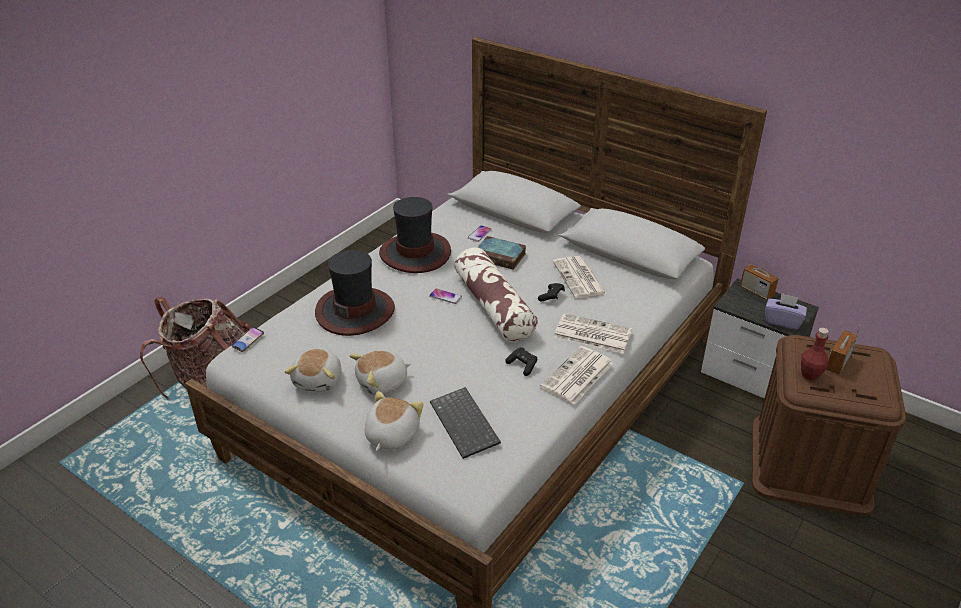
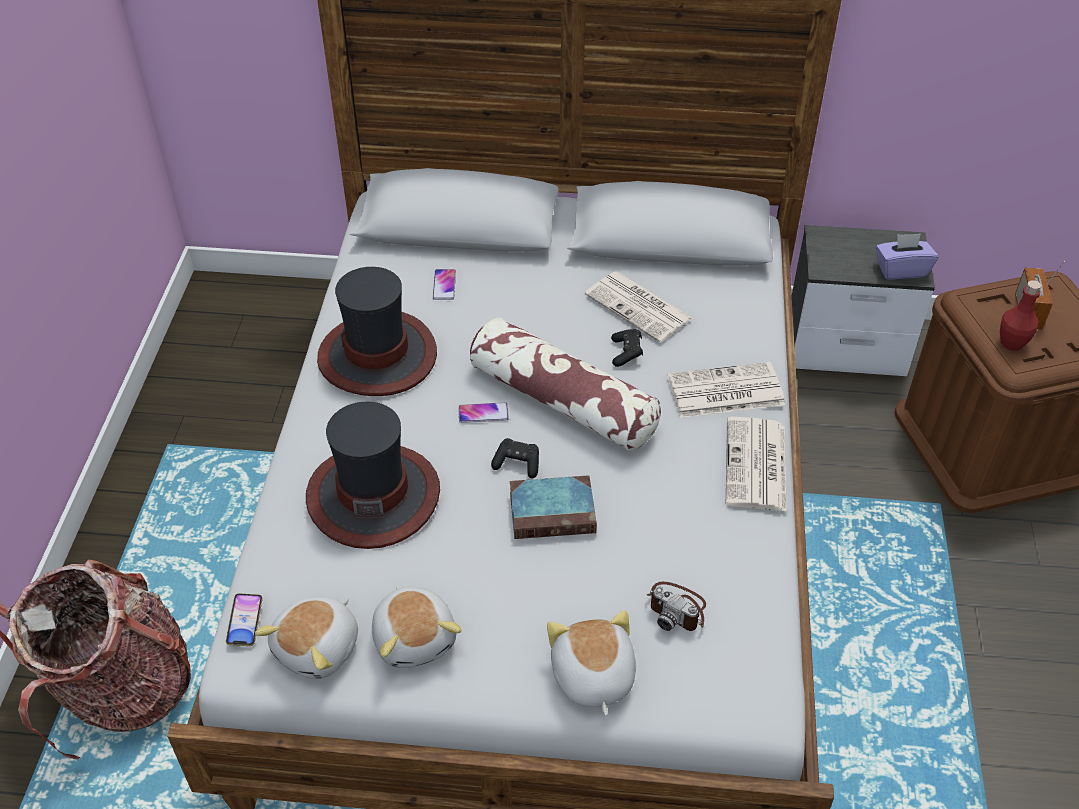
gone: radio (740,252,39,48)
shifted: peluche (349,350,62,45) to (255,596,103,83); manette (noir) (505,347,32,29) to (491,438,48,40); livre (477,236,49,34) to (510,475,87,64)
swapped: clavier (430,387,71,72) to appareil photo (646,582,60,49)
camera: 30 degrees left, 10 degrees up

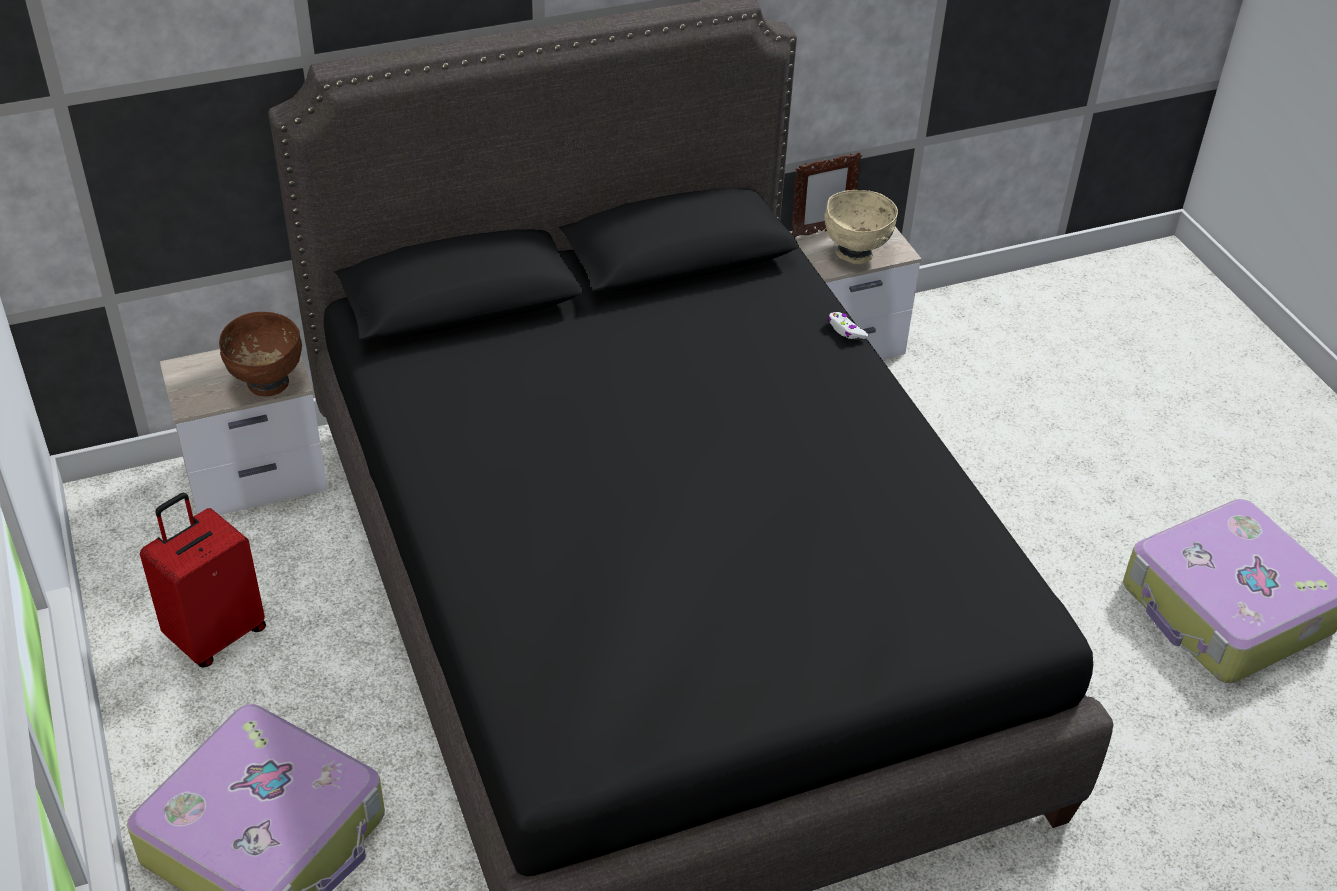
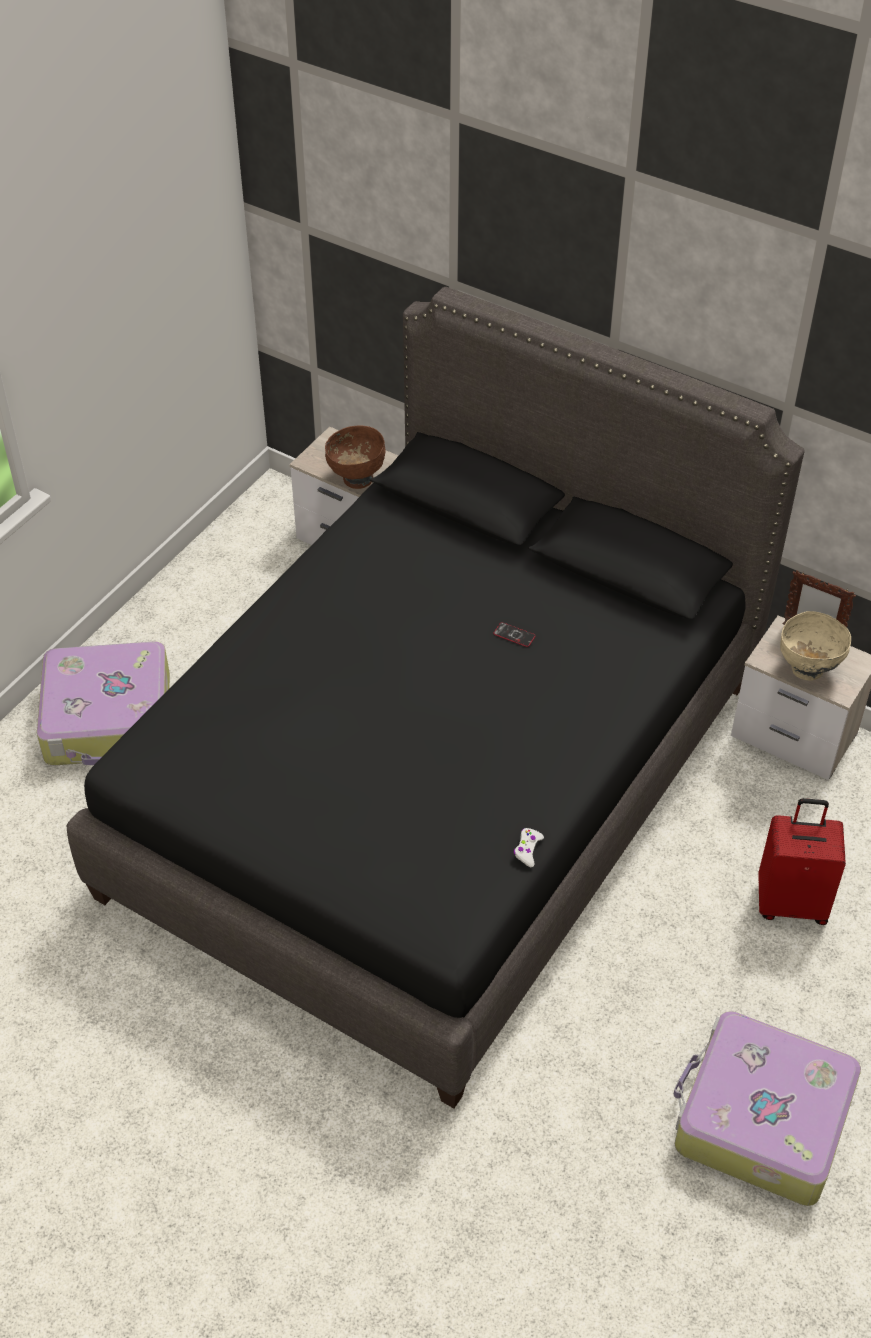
new: téléphone (493,622,43,25)
shifted: manette (blanc) (828,312,41,27) to (514,828,30,39); valise (rouge) (140,493,126,175) to (758,798,88,127)
camera: 55 degrees right, 5 degrees up

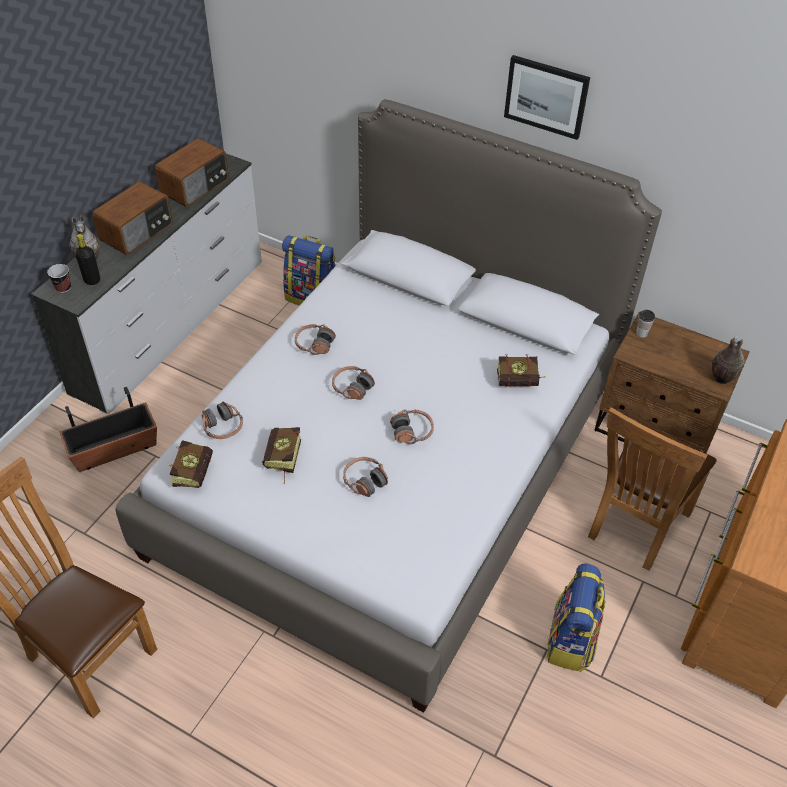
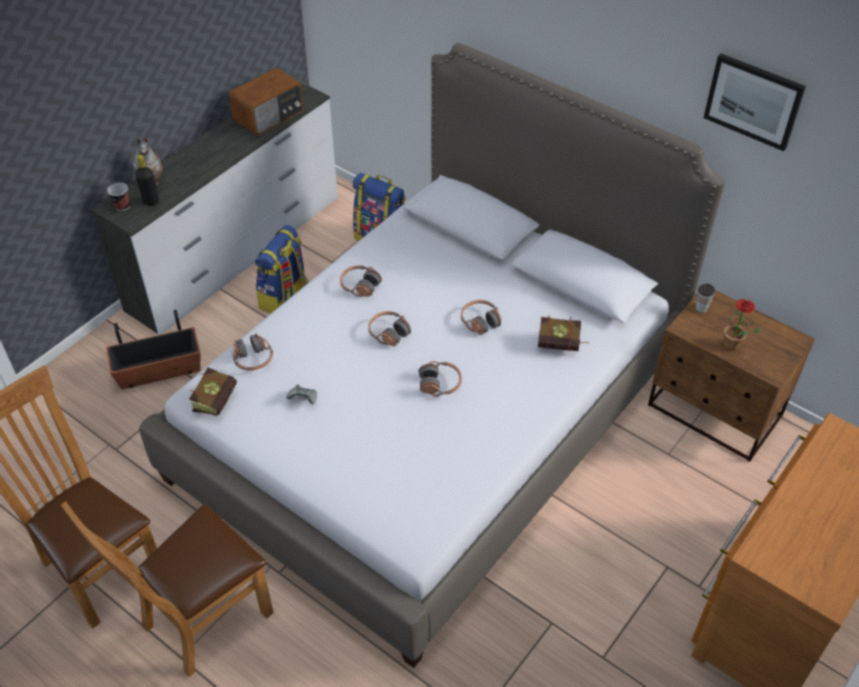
gone: radio (92,181,80,74); vase (712,335,33,49)
new: plante en pot (724,299,37,52)
shifted: chaise (marron) (588,407,128,164) to (61,501,213,176); sac à dos (548,563,58,109) to (255,225,54,89); casque audio (343,457,45,40) to (461,300,40,35); tableau (504,55,86,85) to (703,54,103,97)
swapped: livre (262,427,39,57) to manette (gris) (286,385,31,19)
camera: 10 degrees right, 0 degrees up

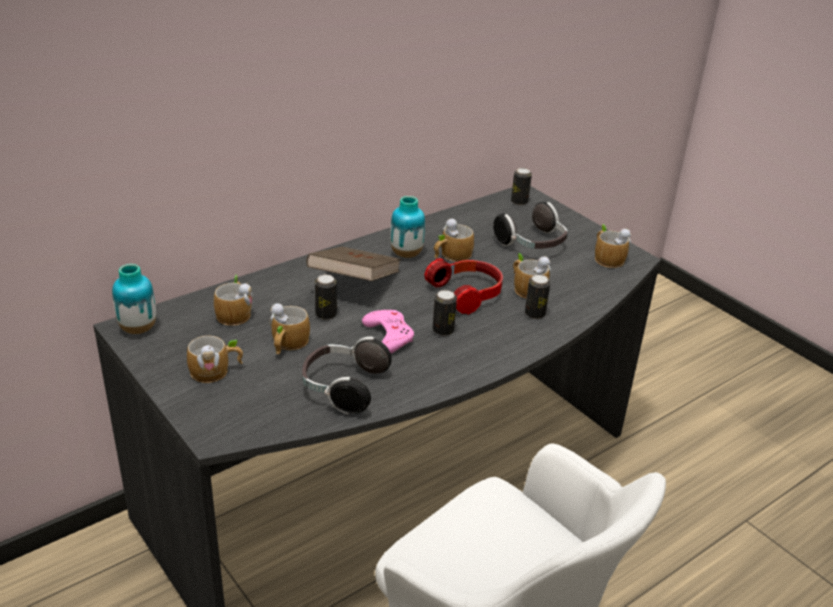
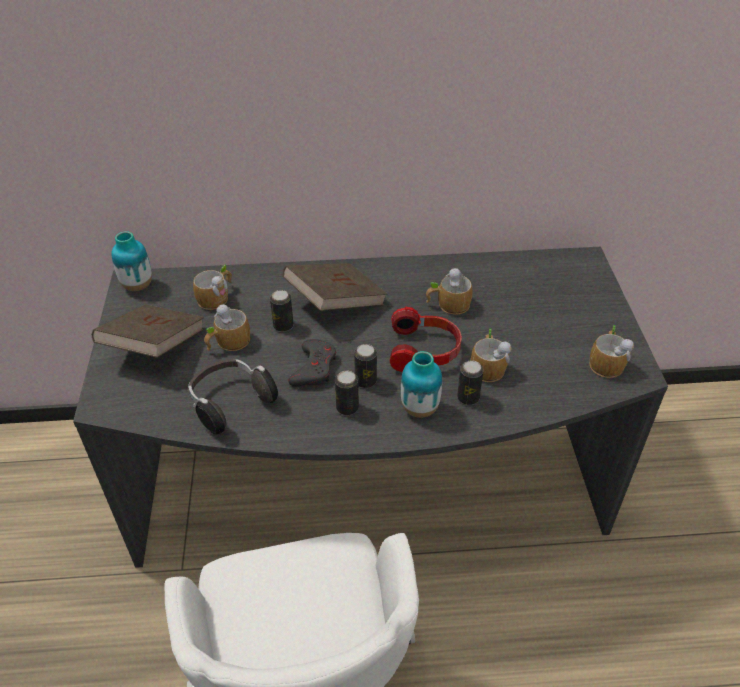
gone: casque audio (493,202,75,47)
shifted: boîte métallique (511,168,21,37) to (335,371,24,44); vase (390,196,35,62) to (401,351,41,67)
swapped: mug (187,336,56,47) to livre (marron) (92,304,112,54)
repainted: manette (rose) (362,310,52,44) to manette (gris) (288,339,48,48)
camera: 35 degrees right, 10 degrees up

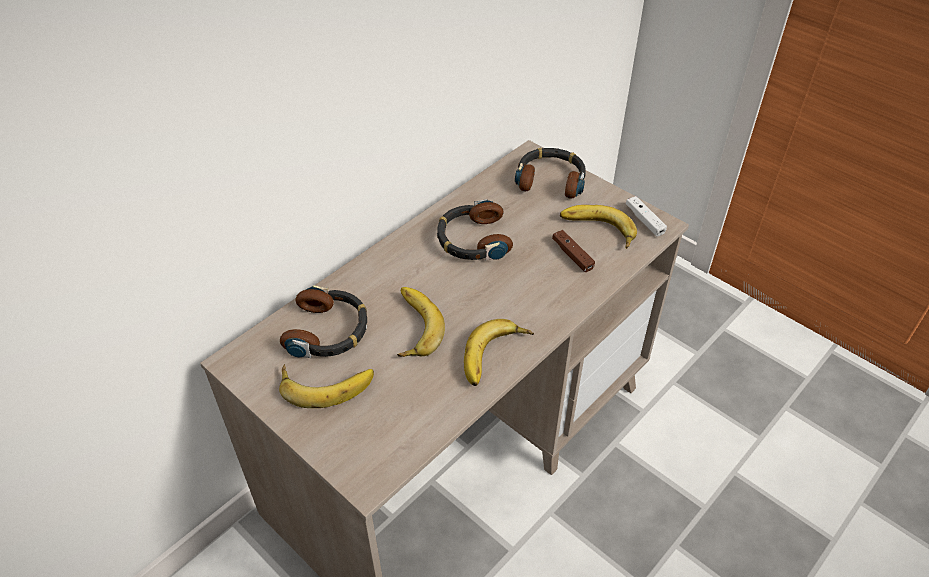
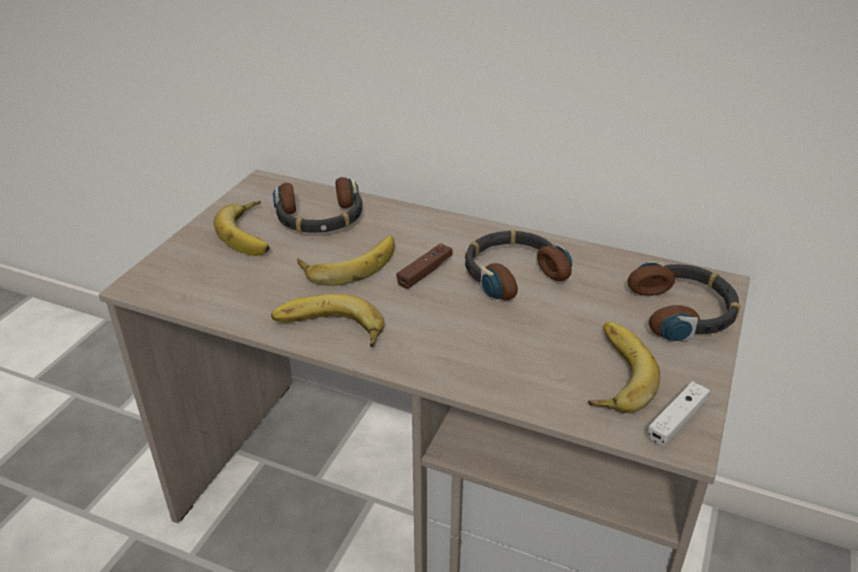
shifted: manette (marron) (552,230,43,42) to (397,243,56,46)
camera: 70 degrees right, 10 degrees down

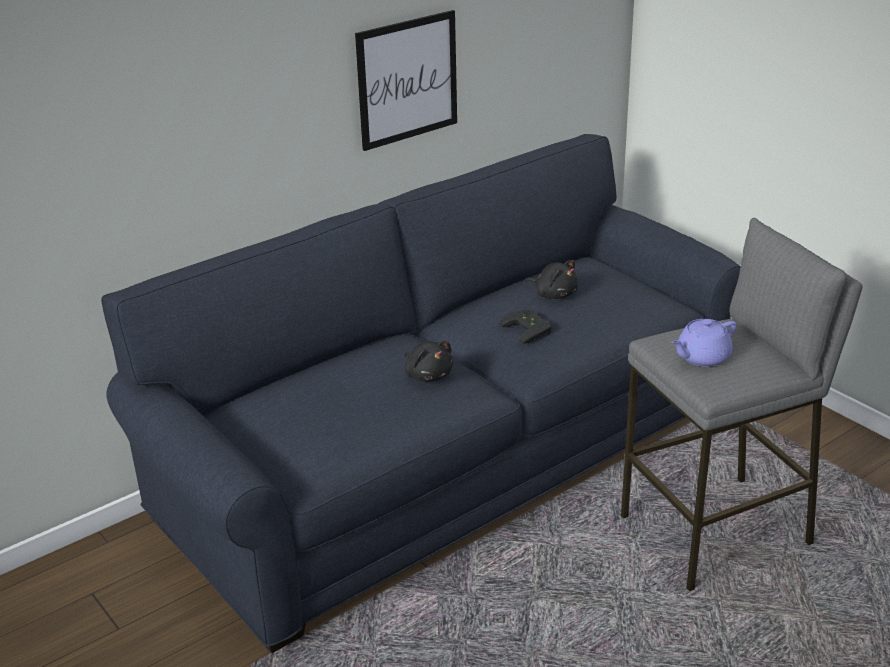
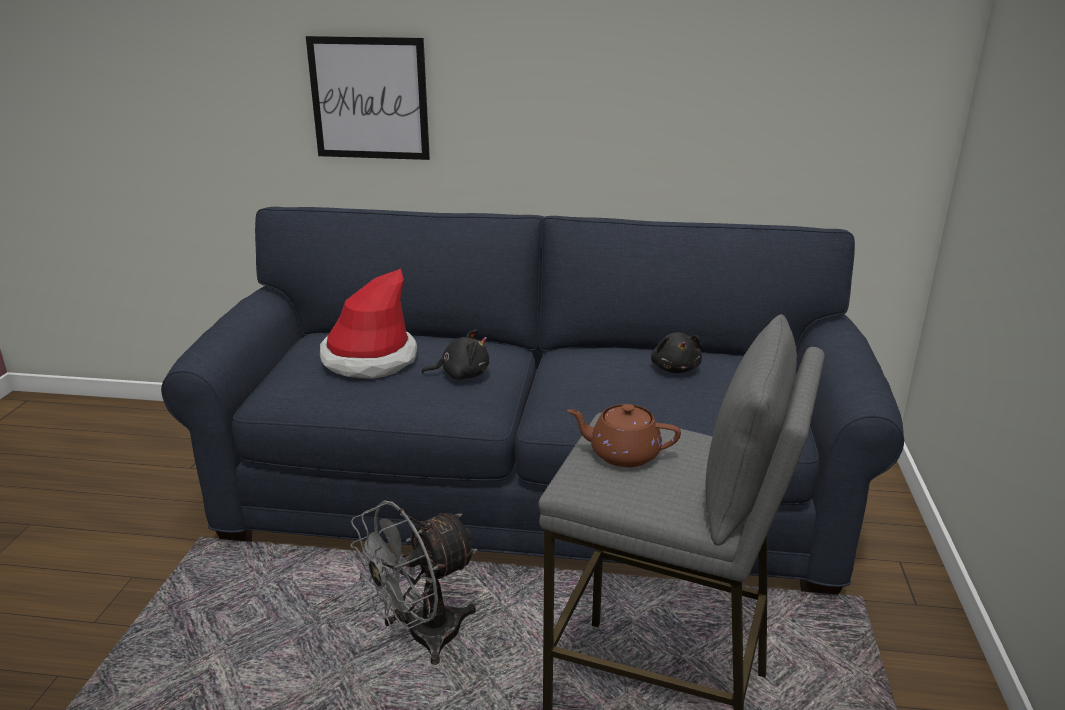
gone: manette (noir) (499,309,53,35)
new: chapeau (320,269,97,110); ventilateur (gris) (350,500,128,165)
shifted: tableau (355,10,102,141) to (306,36,124,124)
repainted: théière (violet) (672,319,64,48) to théière (marron) (567,404,114,63)
rotated: peluche (noir) (404,341,50,41) = (421,329,68,51) 105 degrees counterclockwise
camera: 45 degrees right, 5 degrees down

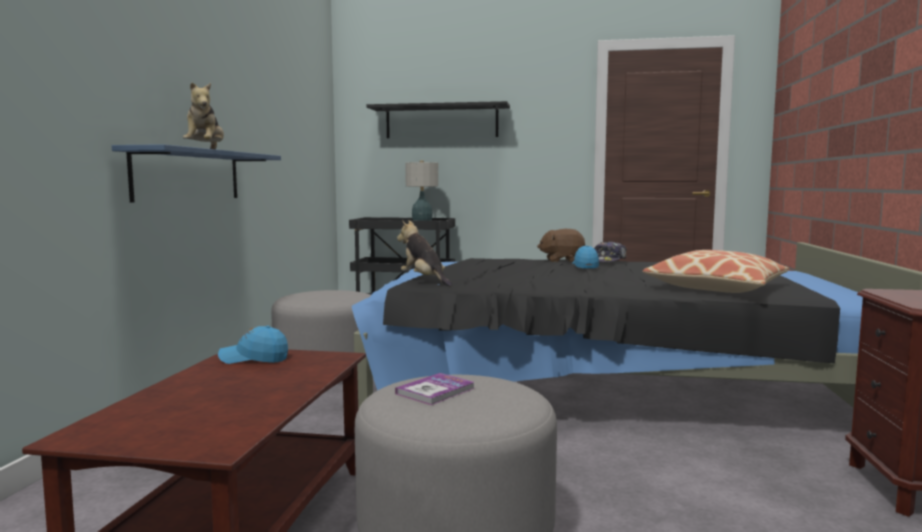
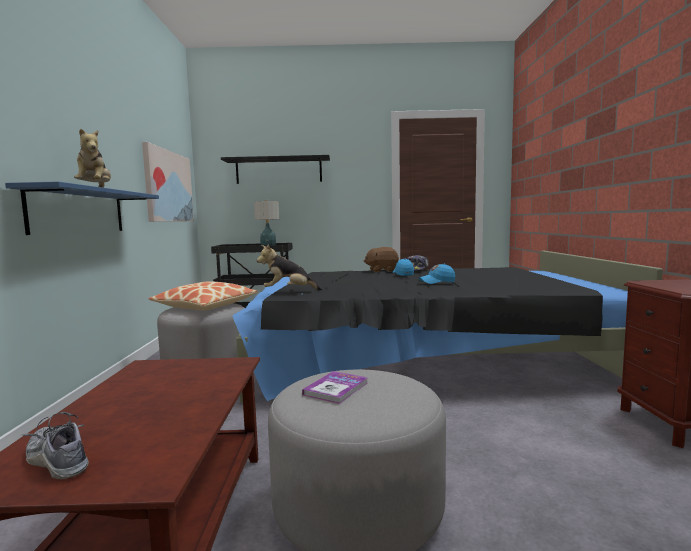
new: chaussure (20,412,69,67); tableau (142,142,52,80)
shifted: coussin (643,250,146,43) to (149,281,109,29); casquette (bleu) (218,326,70,38) to (419,264,36,20)
rotated: peluche (397,221,55,65) = (257,244,66,46) 45 degrees counterclockwise
camera: 10 degrees left, 0 degrees up

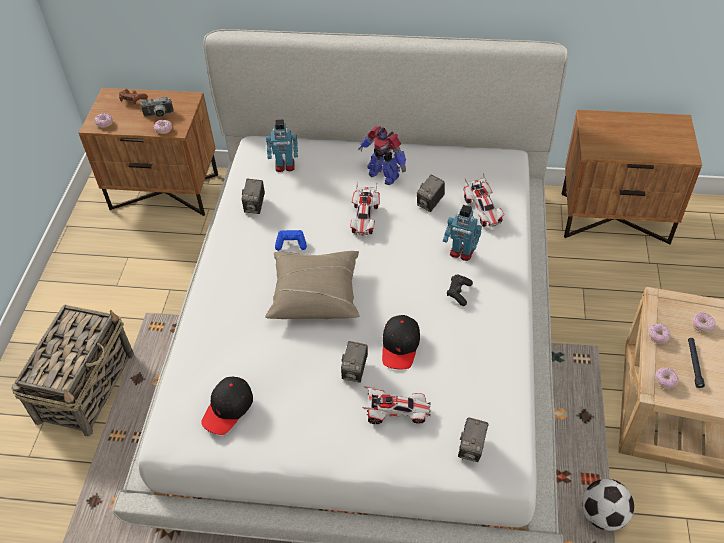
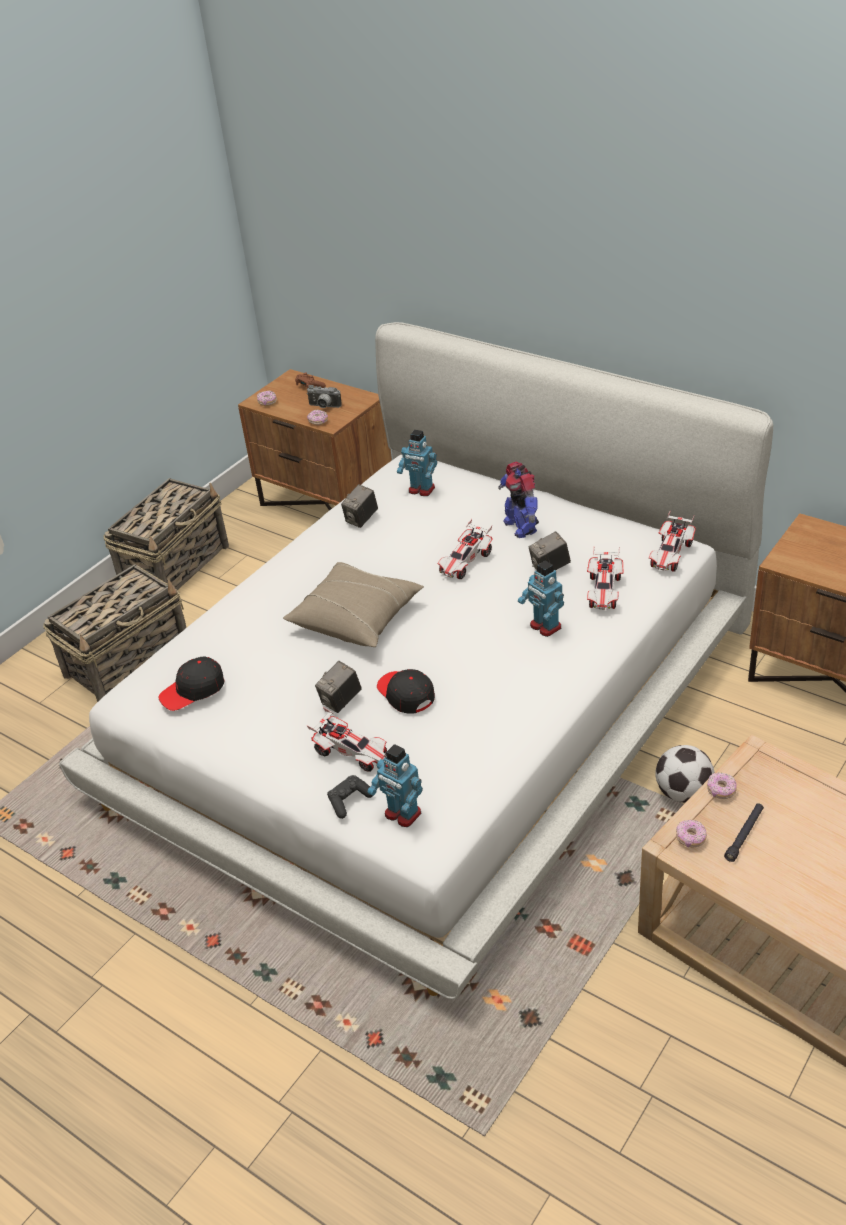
gone: manette (bleu) (275,230,32,21); beignet (692,312,24,20)
new: panier (104,478,125,112); petite voiture (649,510,47,62)
shifted: manette (noir) (447,275,26,31) to (327,775,45,44); ballon de foot (582,479,52,52) to (655,745,59,58)
swapped: appareil photo (458,417,31,45) to robot jouet (368,744,55,83)
rotated: casquette (noir) (382,315,38,54) = (377,669,58,45) 105 degrees clockwise
camera: 30 degrees right, 10 degrees down

